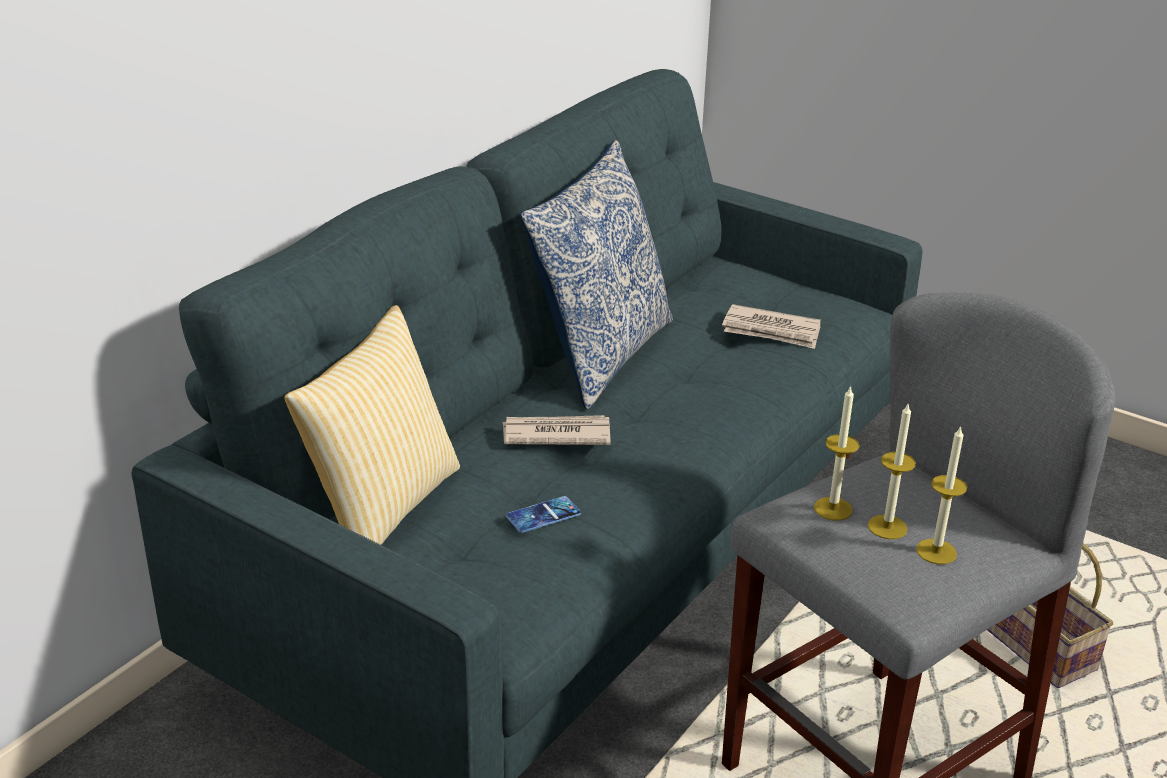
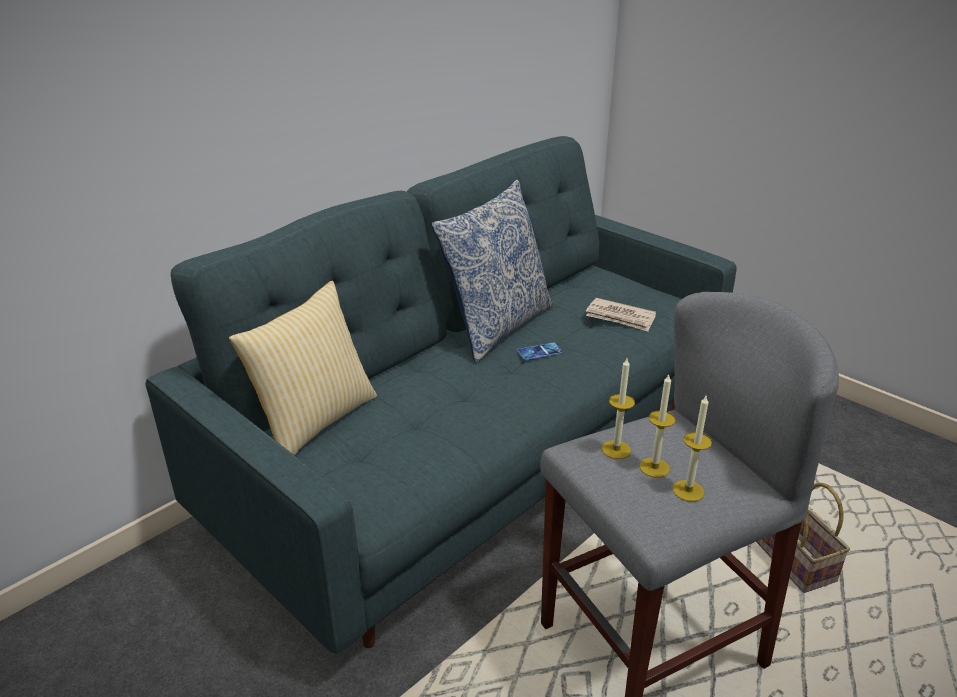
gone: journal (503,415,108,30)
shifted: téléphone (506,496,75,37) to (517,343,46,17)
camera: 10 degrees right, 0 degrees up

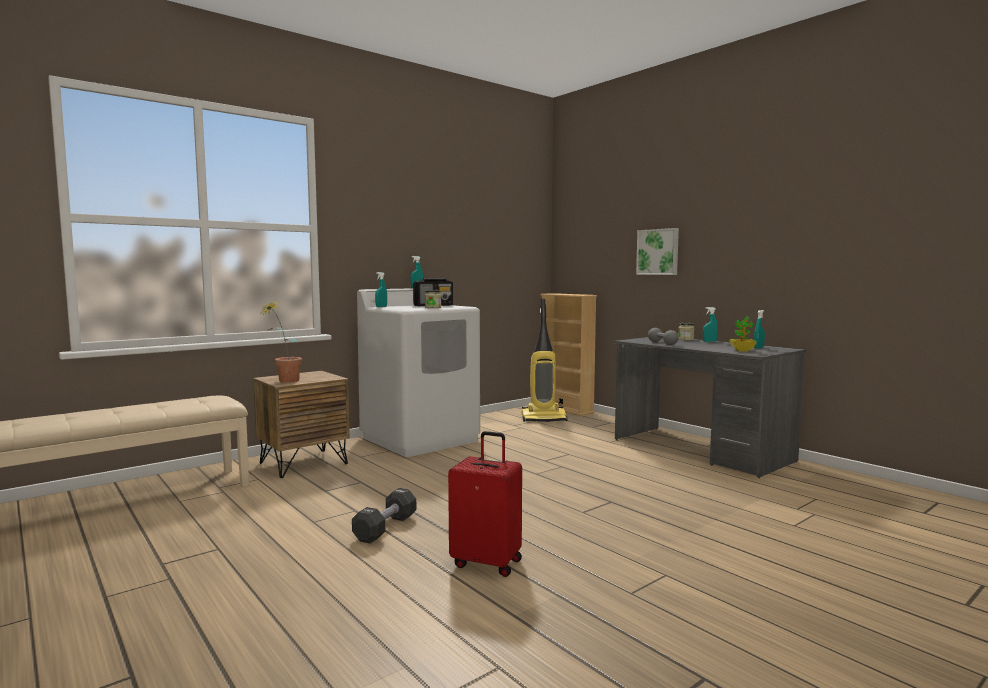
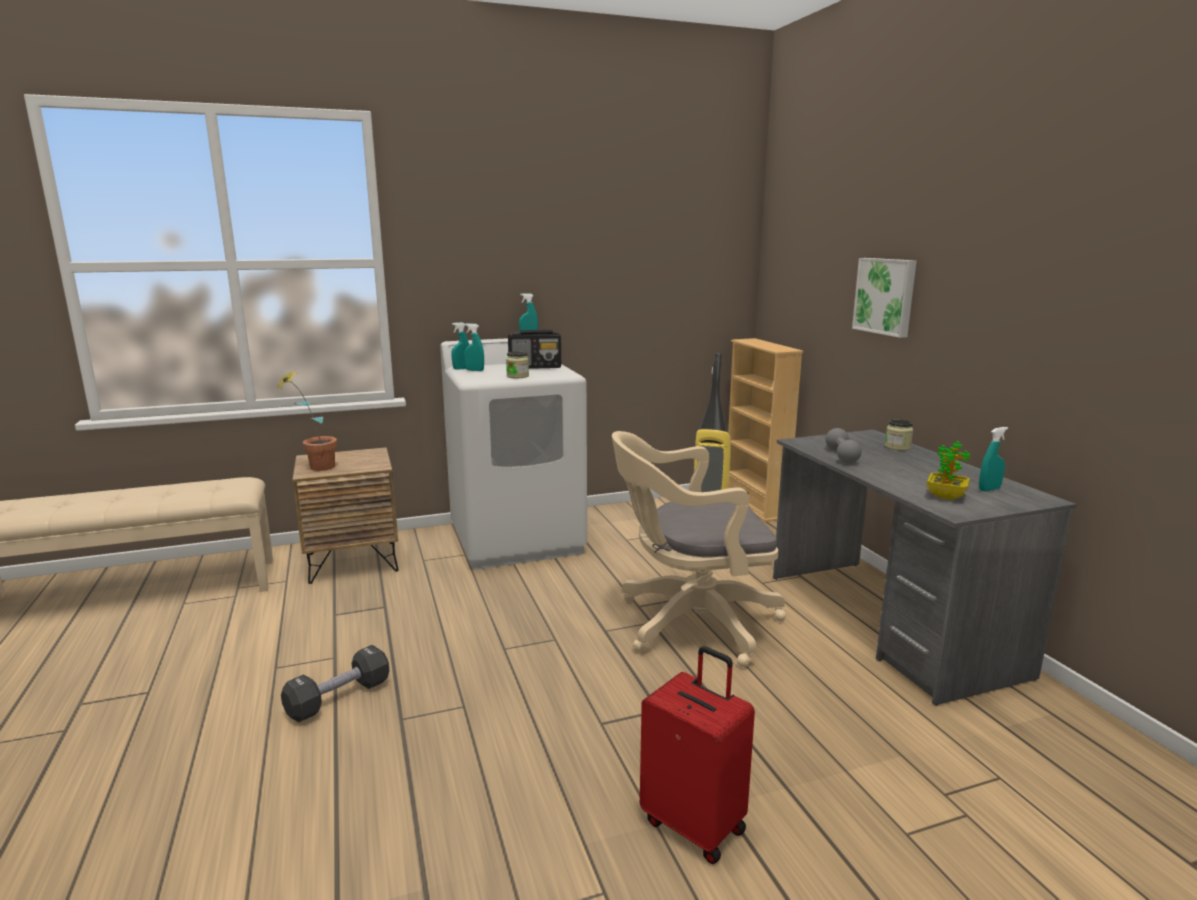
new: chaise de bureau (beige) (612,431,174,236)
shifted: vaporisateur (turquoise) (703,307,15,35) to (464,323,20,48); valise (rouge) (448,431,74,146) to (640,646,115,218)
camera: 20 degrees right, 10 degrees up

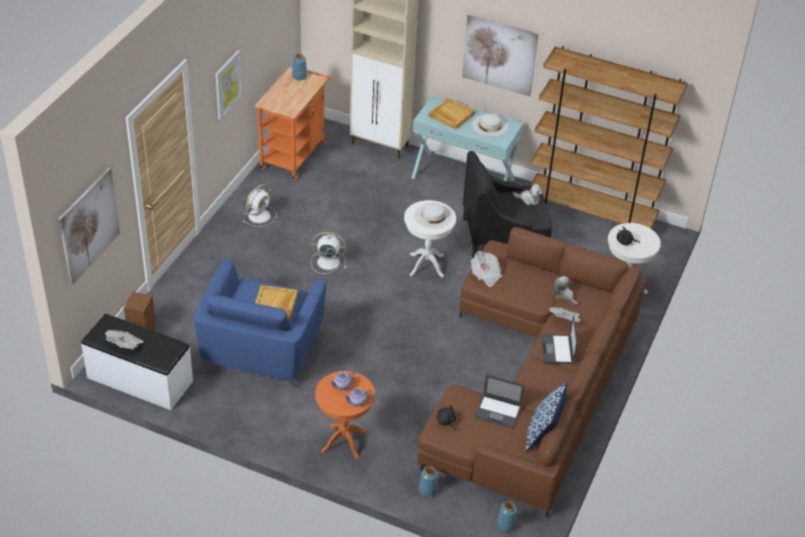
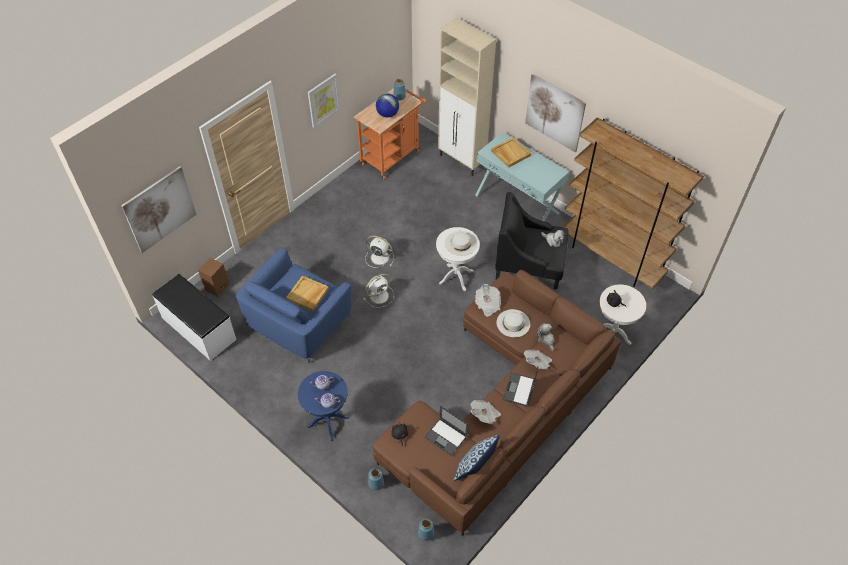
new: globe (376,94,23,24)
shifted: ventilateur (blanc) (243,184,34,43) to (363,274,31,34); journal (105,330,38,19) to (471,400,30,24); chapeau (blanc) (472,113,36,24) to (496,309,34,28)
repainted: table d'appoint (orange) (315,371,60,89) to table d'appoint (bleu) (298,371,51,70)
camera: 20 degrees right, 10 degrees up

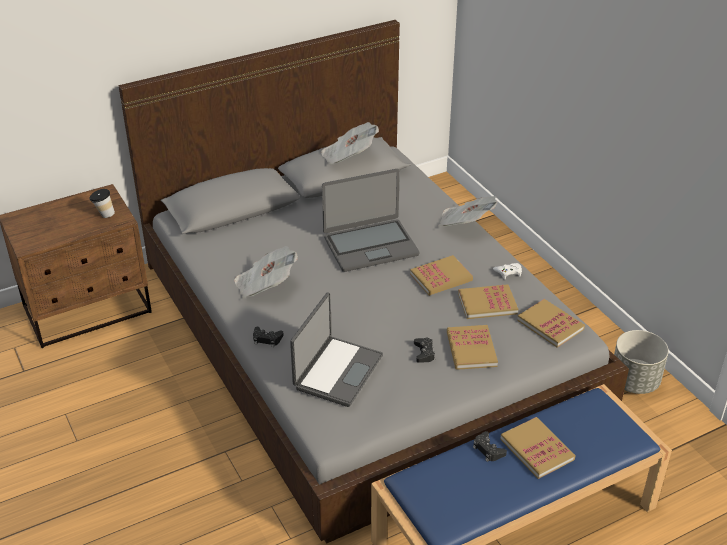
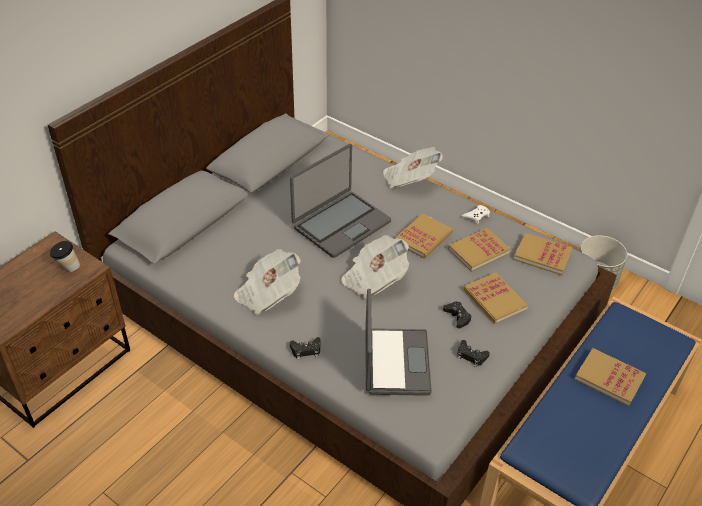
shifted: journal (321,122,58,43) to (341,235,68,64); manette (noir) (473,431,34,31) to (457,340,33,27)
camera: 25 degrees left, 5 degrees up

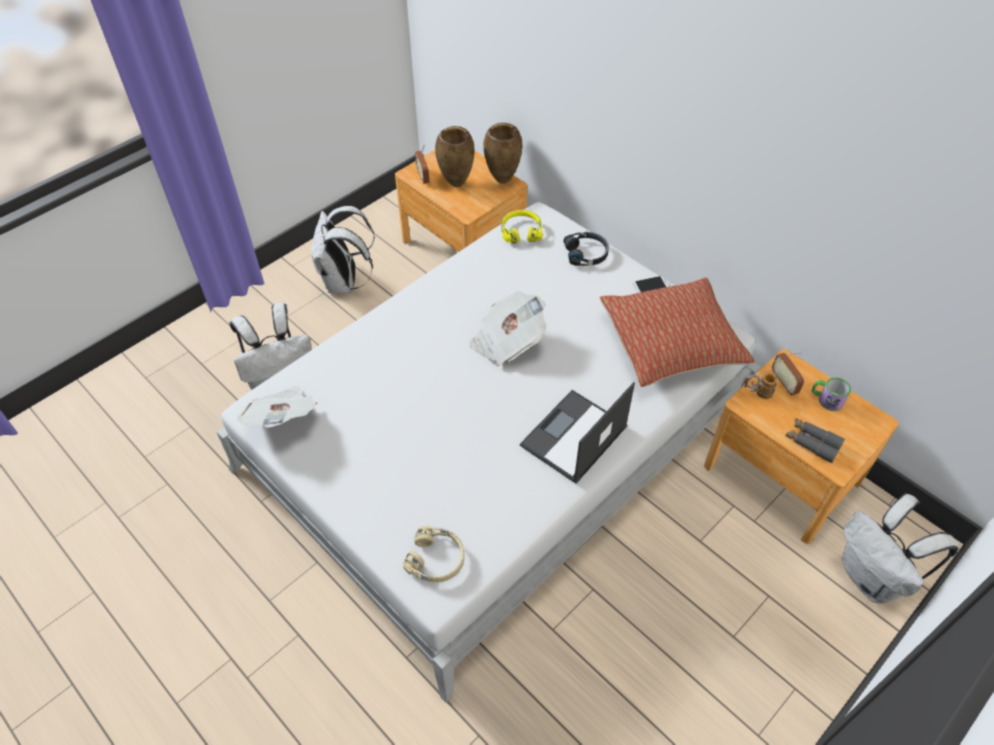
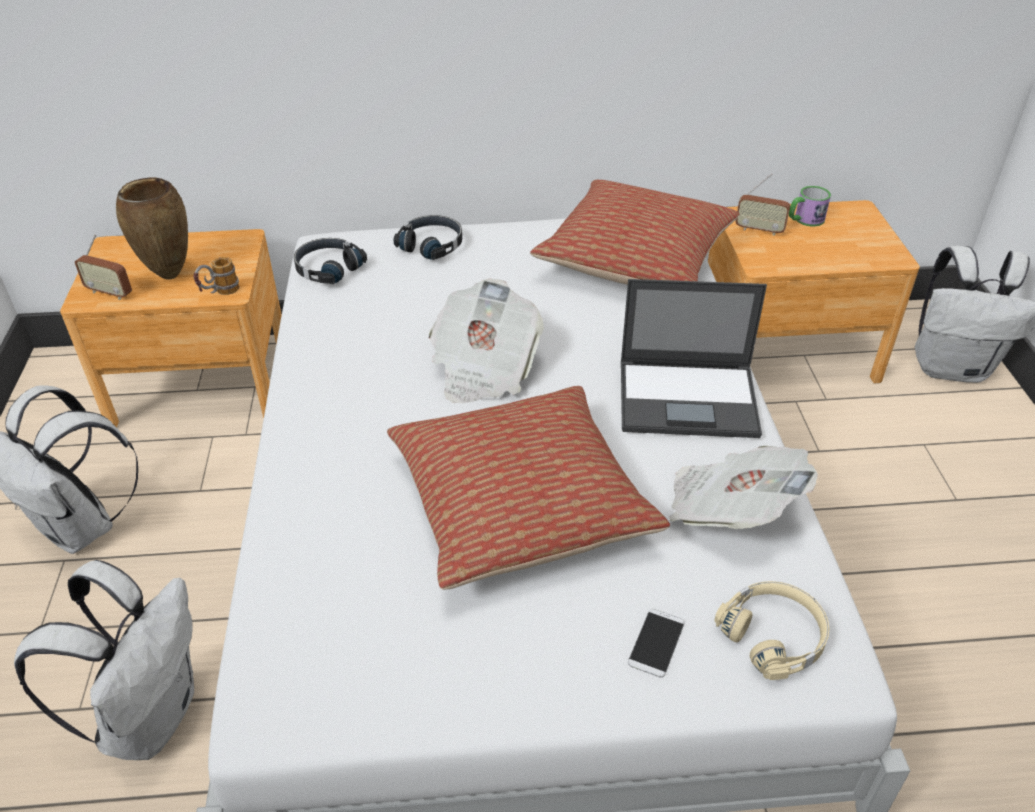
gone: vase (marron) (483,123,40,61); jumelles (gris) (786,418,59,45)
new: coussin (387,386,283,204)
shifted: mug (744,373,34,26) to (193,257,47,38); téléphone (633,276,35,17) to (628,609,56,68); journal (237,387,81,41) to (669,445,149,84)
repainted: casque audio (jaune) (502,210,41,33) to casque audio (noir) (294,238,73,46)
rotated: ordinateur portable (520,382,115,102) = (621,279,146,159) 75 degrees counterclockwise
camera: 50 degrees left, 10 degrees down

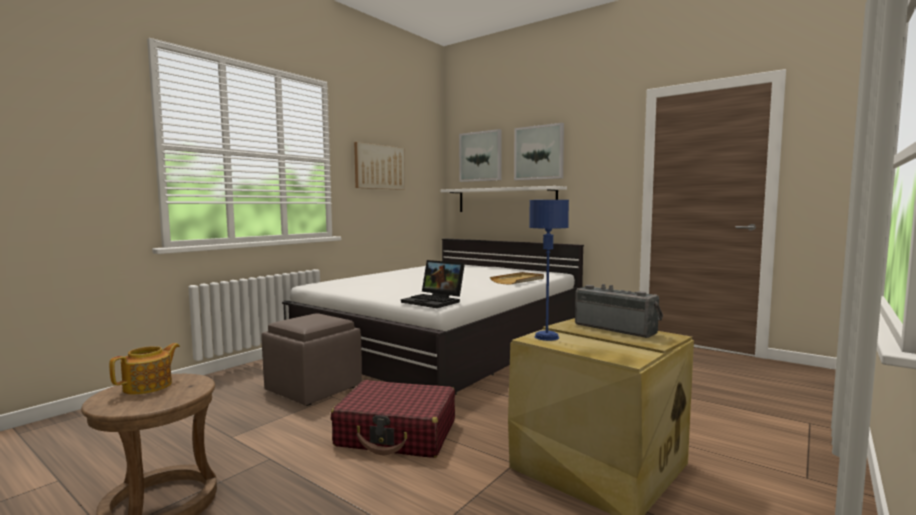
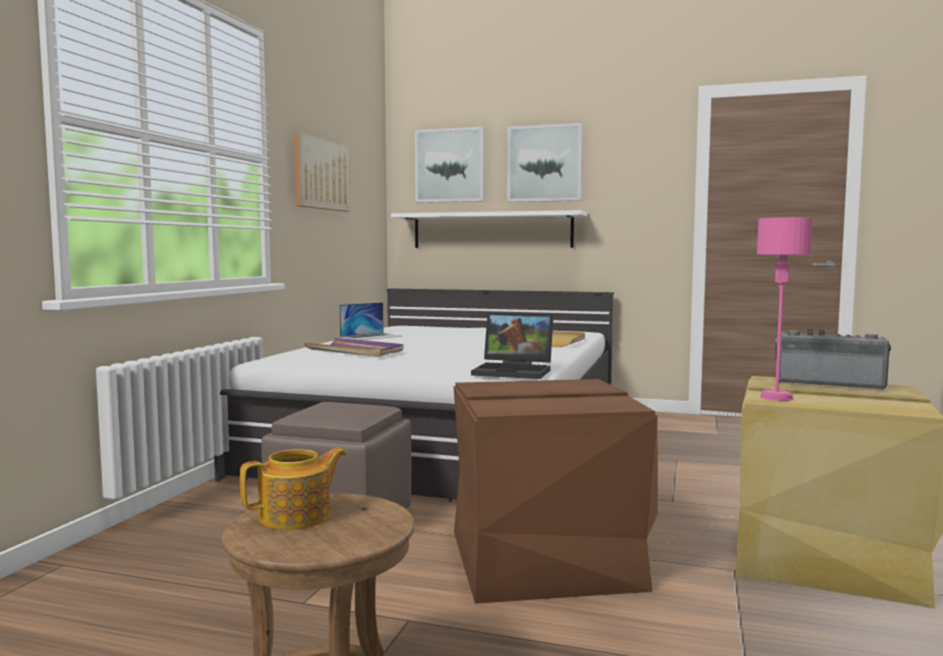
new: plateau (violet) (305,338,99,19); ordinateur portable (339,302,63,38)
swapped: valise (rouge) (331,380,124,78) to boîte de rangement (marron) (454,379,204,225)
repainted: lampe de table (bleu) (529,200,40,141) to lampe de table (rose) (757,217,56,184)
rotated: théière (109,343,71,52) = (240,448,107,82) 45 degrees clockwise
camera: 20 degrees left, 0 degrees up

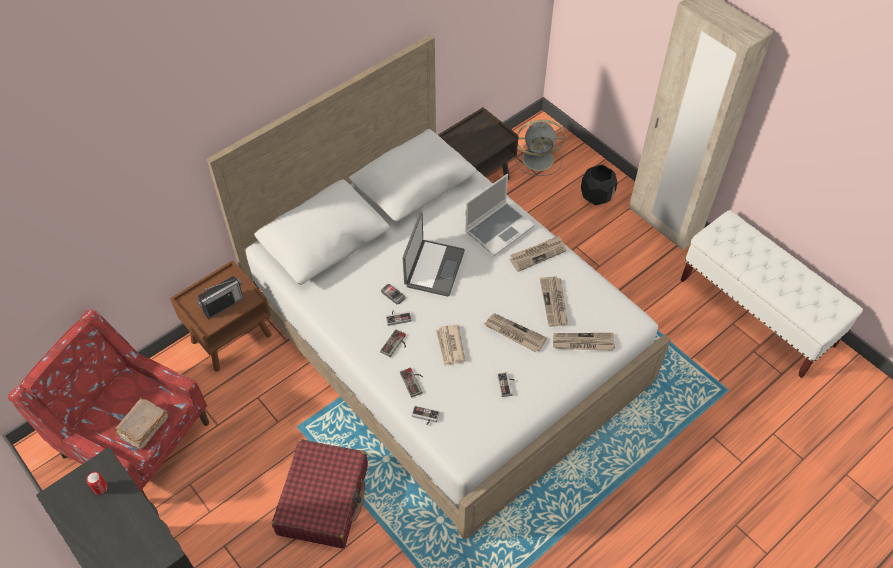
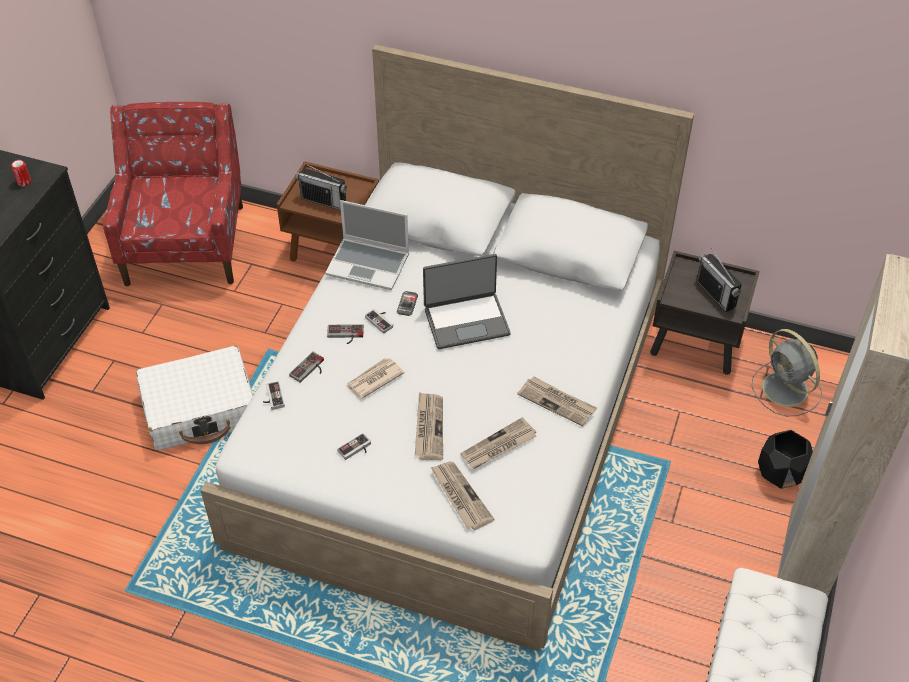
gone: livre (marron) (115,398,53,51)
new: radio (697,248,45,64)
shifted: ordinateur portable (465,174,70,82) to (325,200,84,90)
repainted: valise (rouge) (272,439,96,109) to valise (blanc) (136,346,117,105)
camera: 60 degrees right, 5 degrees down

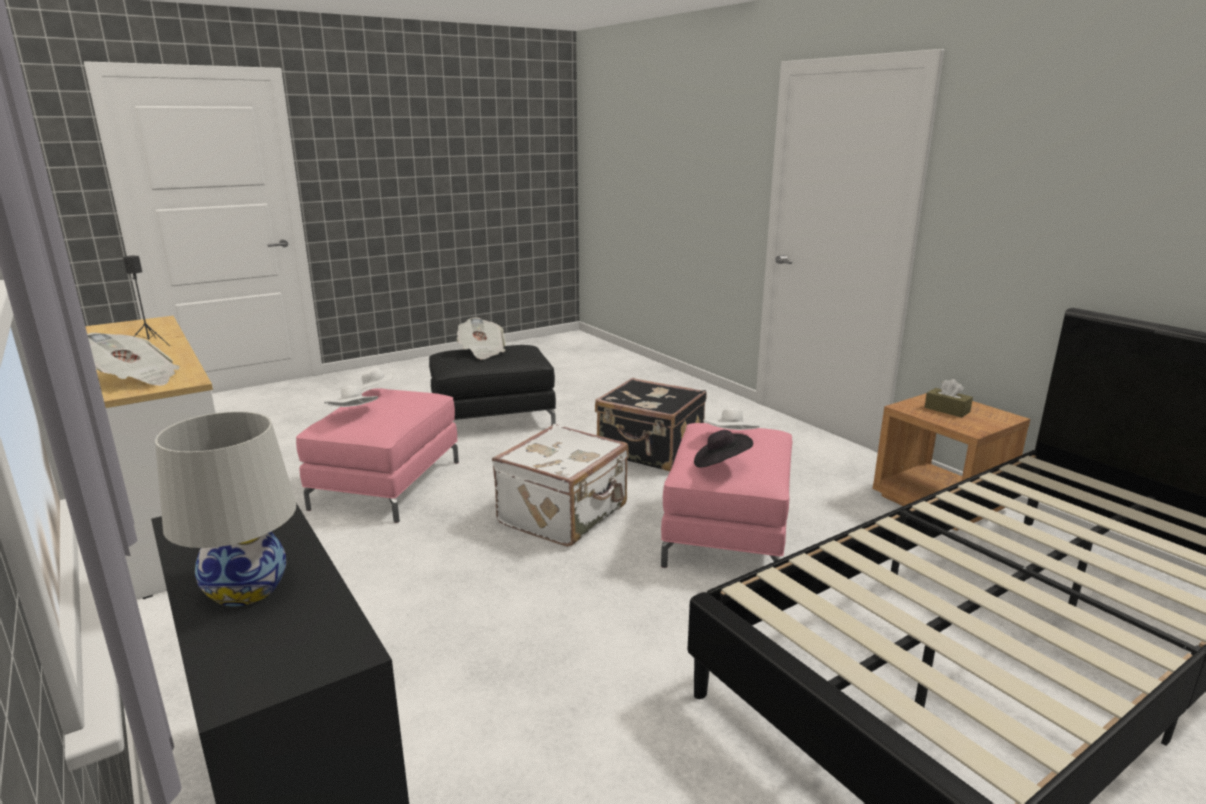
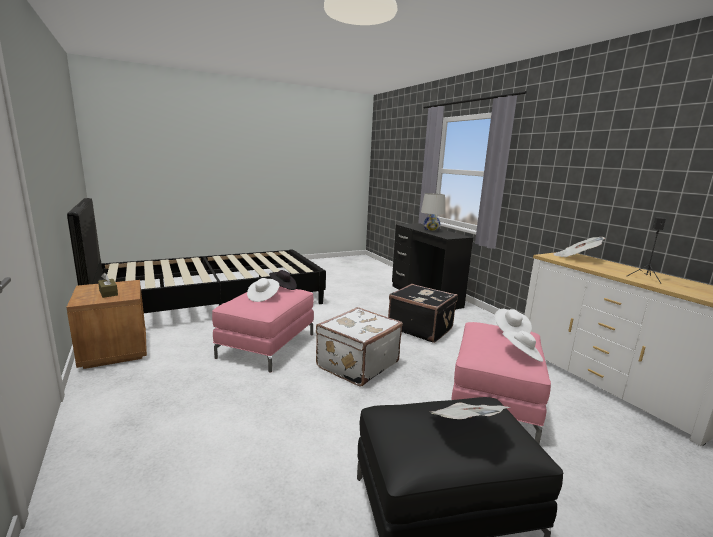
shifted: valise (noir) (595,378,112,93) to (388,284,70,59)
camera: 175 degrees left, 5 degrees down

